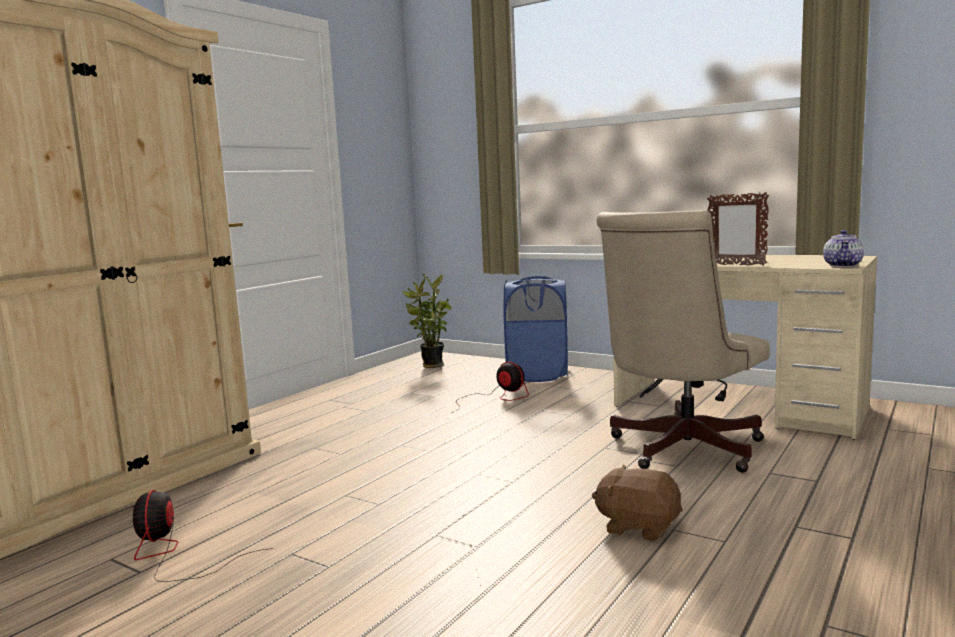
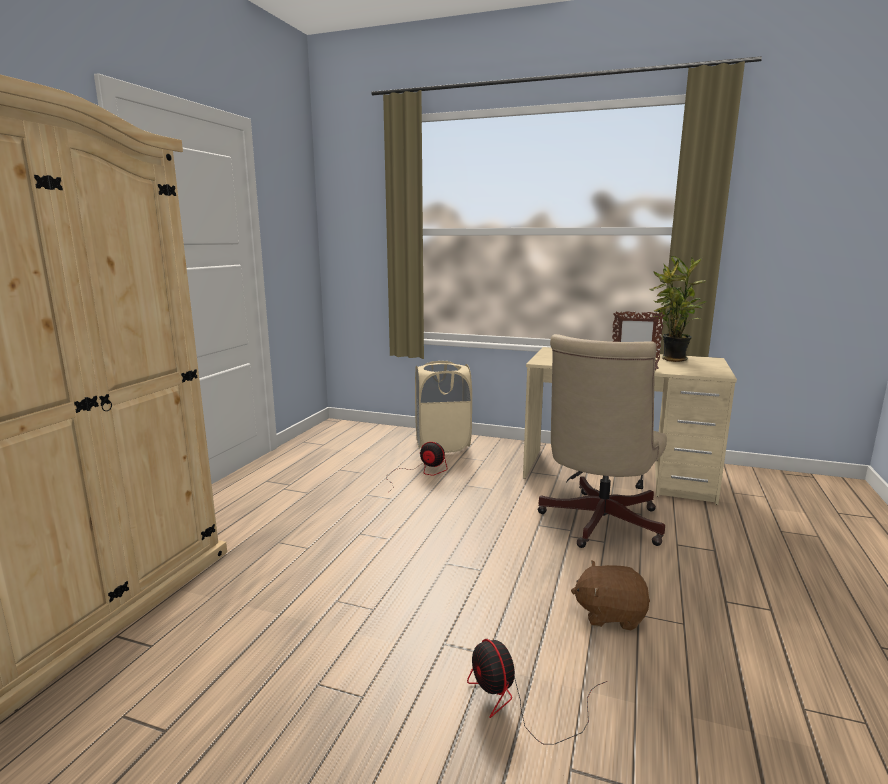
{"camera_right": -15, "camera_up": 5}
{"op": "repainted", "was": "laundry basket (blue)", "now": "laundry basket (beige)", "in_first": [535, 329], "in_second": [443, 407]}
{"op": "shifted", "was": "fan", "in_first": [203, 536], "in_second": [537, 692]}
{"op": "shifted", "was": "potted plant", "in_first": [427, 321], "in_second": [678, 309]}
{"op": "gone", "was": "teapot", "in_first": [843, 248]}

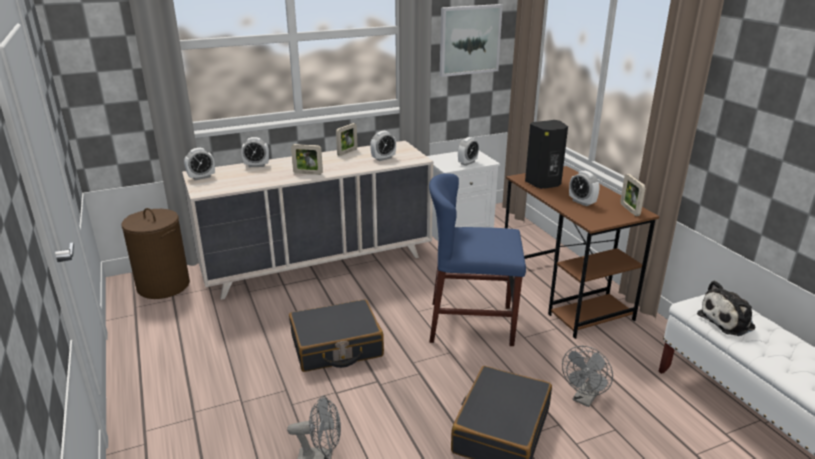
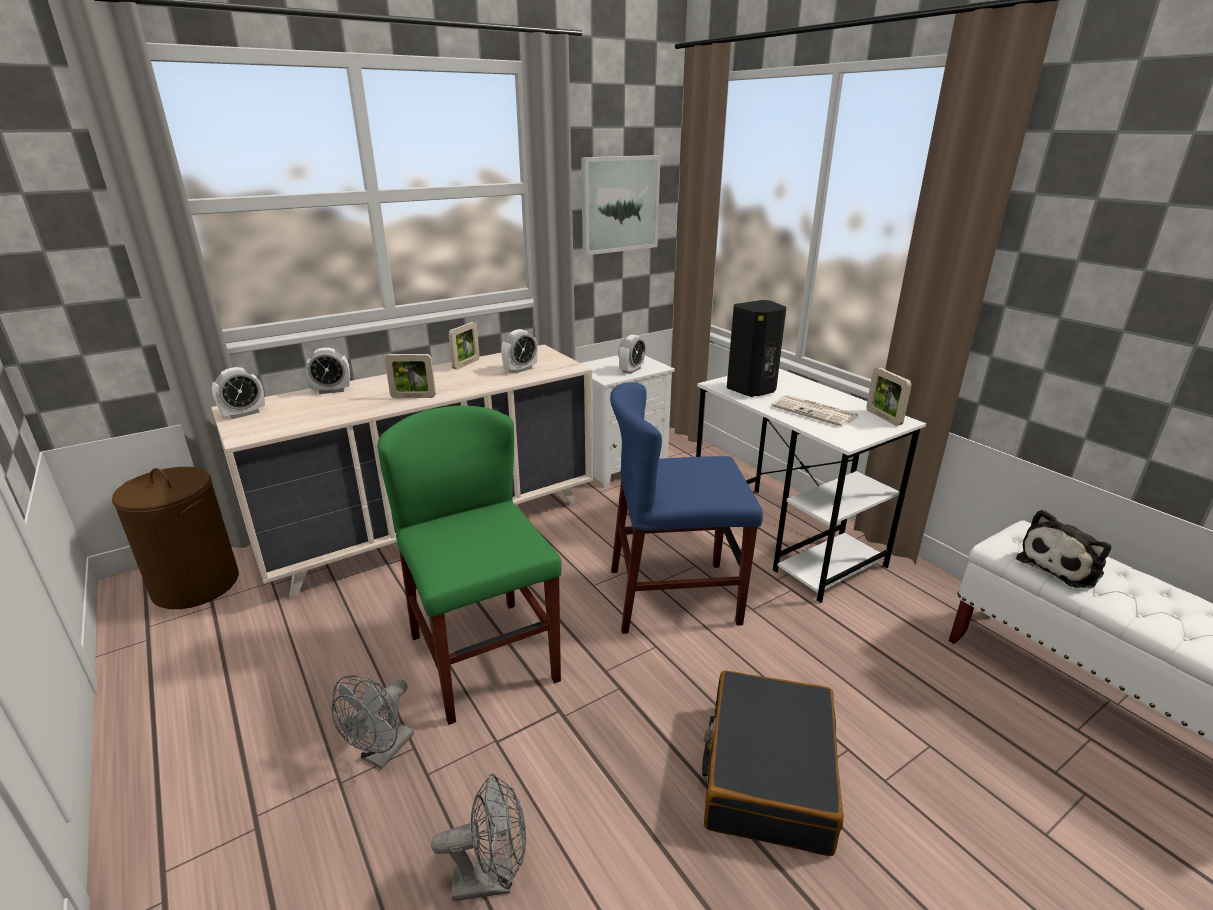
{"camera_right": -10, "camera_up": 0}
{"op": "shifted", "was": "fan (grey)", "in_first": [587, 376], "in_second": [373, 722]}
{"op": "swapped", "was": "suitcase (black)", "now": "chair (green)", "in_first": [336, 335], "in_second": [469, 565]}
{"op": "repainted", "was": "desk (brown)", "now": "desk (white)", "in_first": [582, 252], "in_second": [811, 485]}
{"op": "swapped", "was": "alarm clock", "now": "newspaper", "in_first": [584, 188], "in_second": [814, 411]}

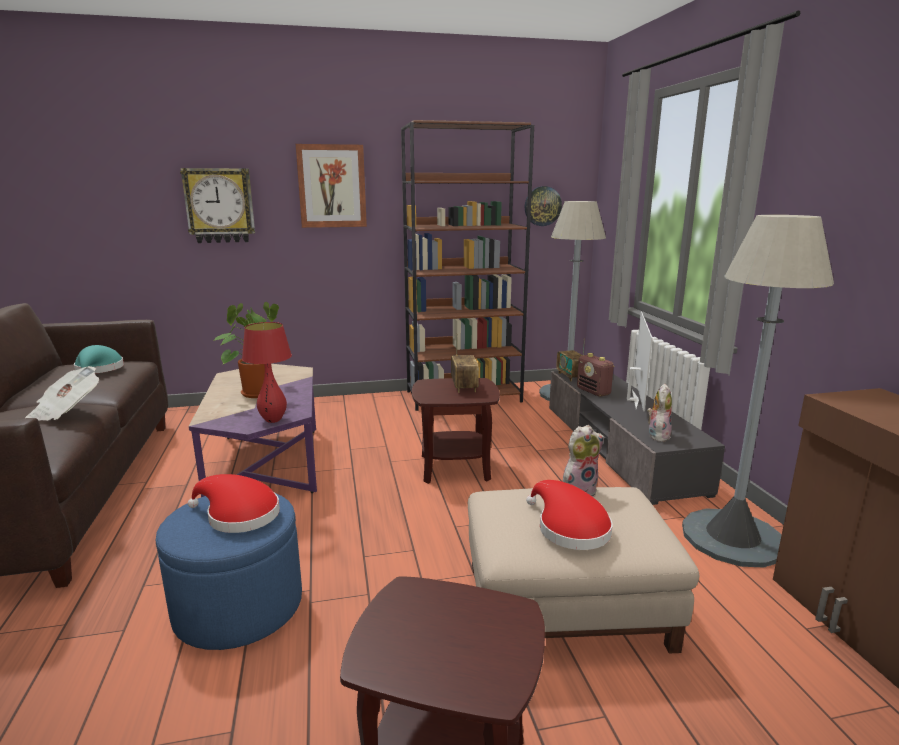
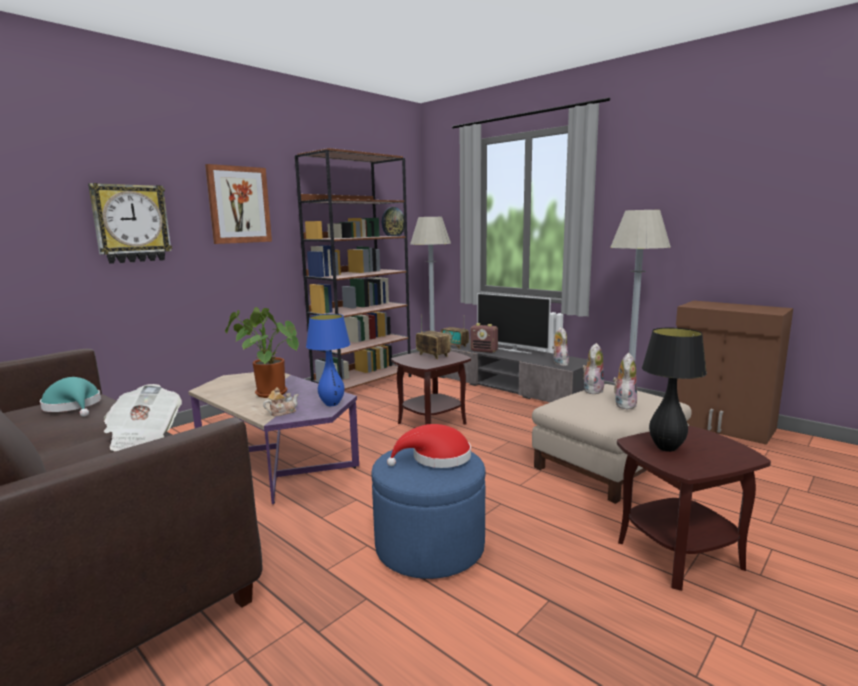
{"camera_right": -35, "camera_up": -5}
{"op": "new", "now": "teapot", "in_second": [281, 402]}
{"op": "repainted", "was": "table lamp (red)", "now": "table lamp (blue)", "in_first": [267, 372], "in_second": [328, 360]}
{"op": "rotated", "was": "television", "in_first": [640, 361], "in_second": [514, 323], "clockwise": 150}
{"op": "swapped", "was": "hat (red)", "now": "plush toy", "in_first": [569, 515], "in_second": [625, 381]}
{"op": "new", "now": "table lamp (black)", "in_second": [674, 390]}

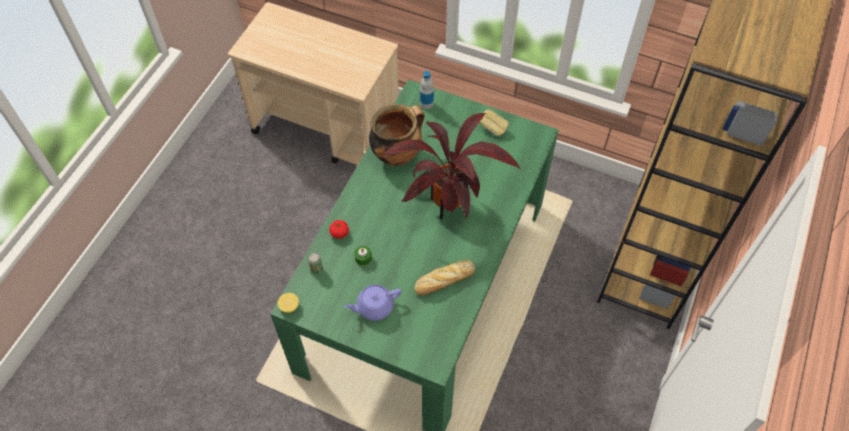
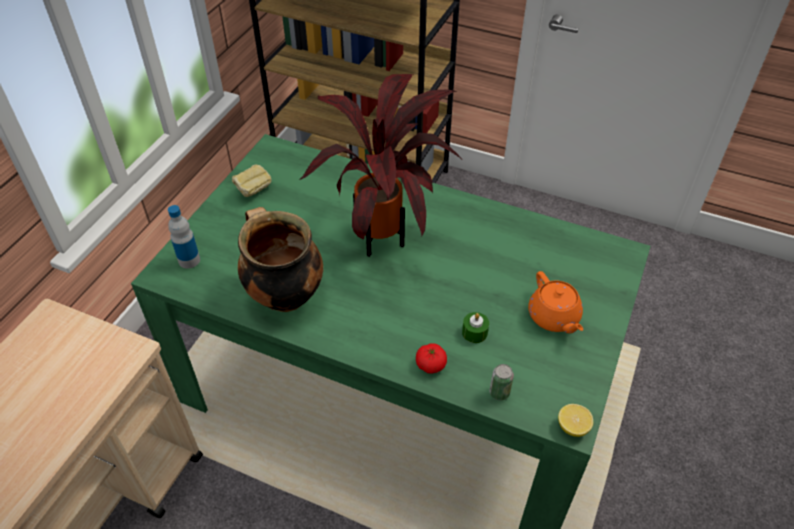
{"camera_right": -90, "camera_up": -10}
{"op": "repainted", "was": "teapot (purple)", "now": "teapot (orange)", "in_first": [372, 303], "in_second": [555, 302]}
{"op": "gone", "was": "bread", "in_first": [444, 278]}

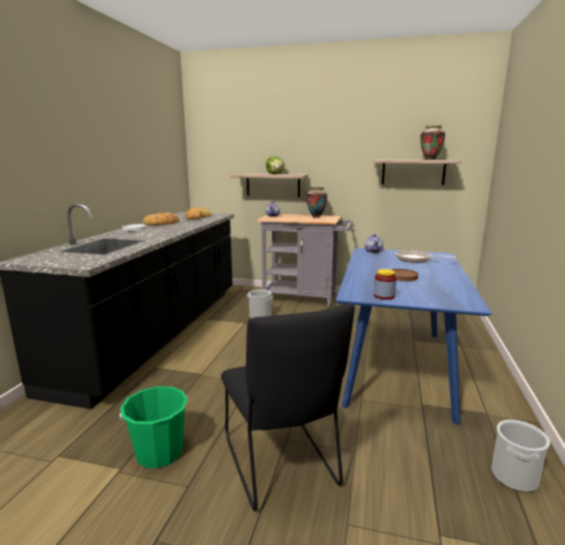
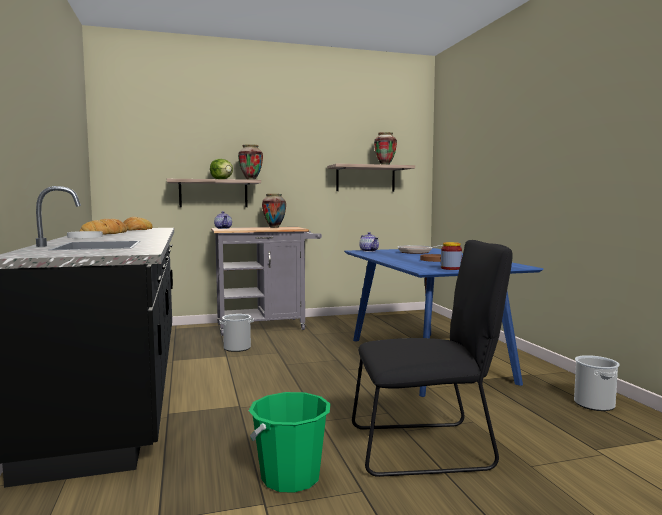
{"camera_right": -30, "camera_up": -10}
{"op": "new", "now": "vase", "in_second": [250, 162]}
{"op": "rotated", "was": "chair (black)", "in_first": [288, 407], "in_second": [432, 358], "clockwise": -45}

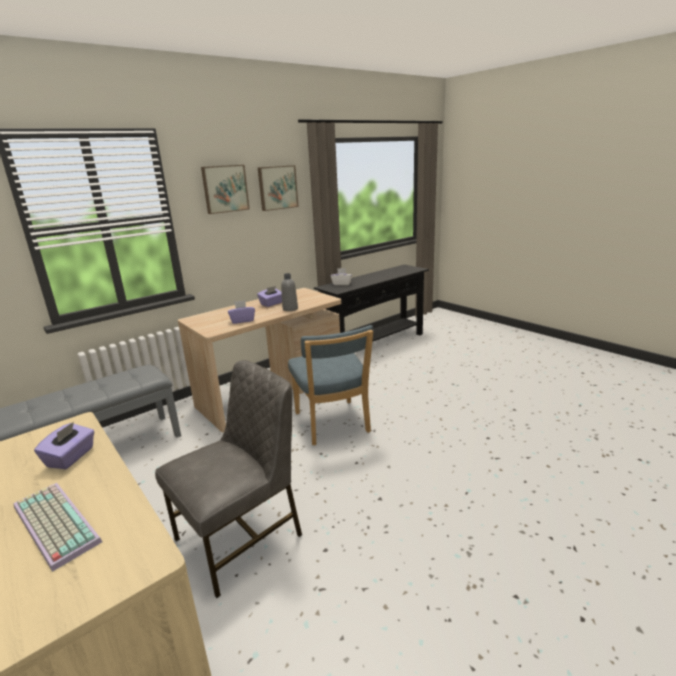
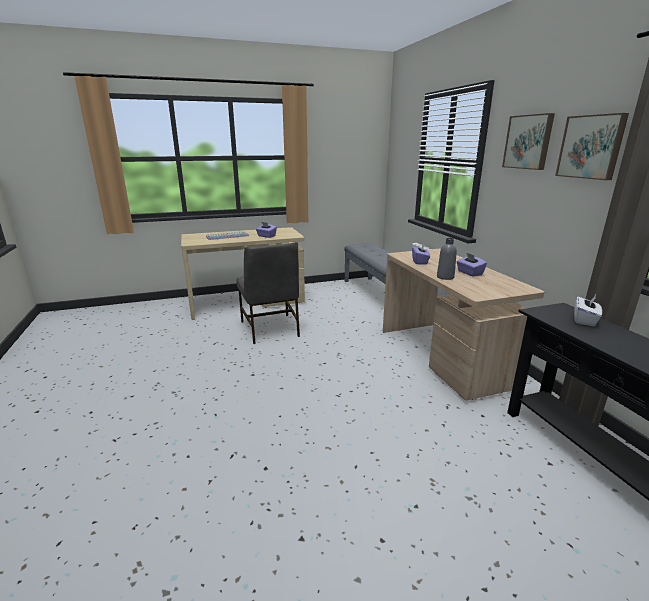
{"camera_right": 110, "camera_up": 0}
{"op": "gone", "was": "chair (blue)", "in_first": [330, 385]}

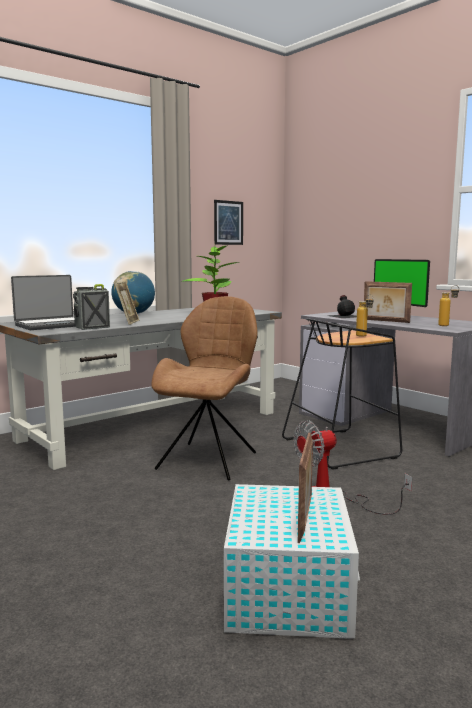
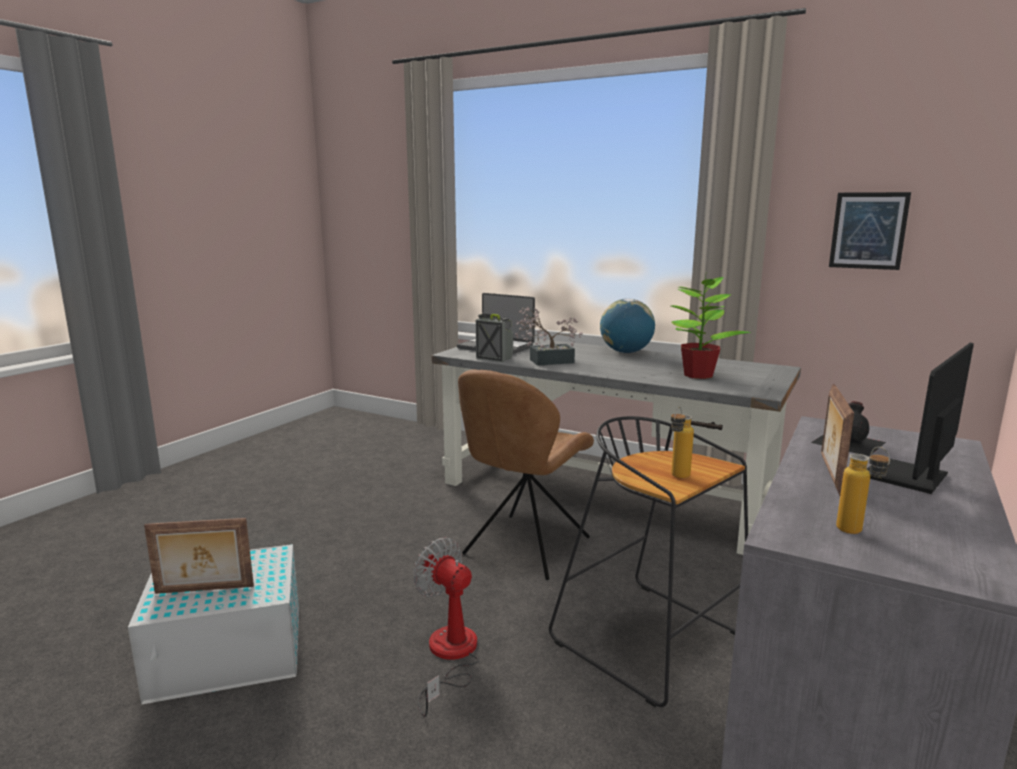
{"camera_right": 70, "camera_up": 5}
{"op": "rotated", "was": "chair (brown)", "in_first": [204, 388], "in_second": [526, 475], "clockwise": 120}
{"op": "swapped", "was": "picture frame", "now": "potted plant", "in_first": [126, 303], "in_second": [549, 336]}

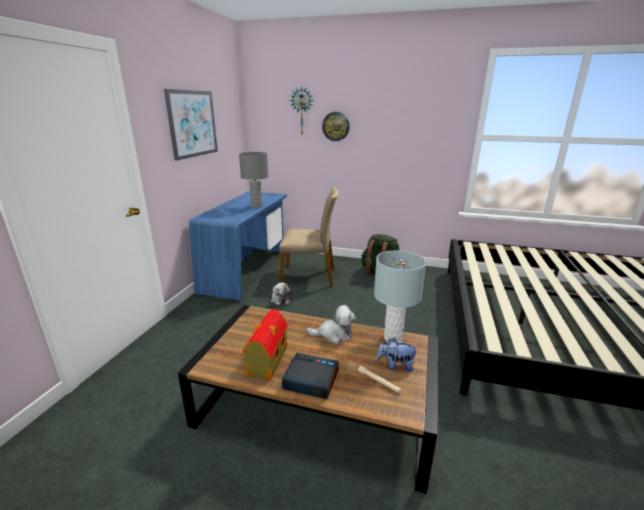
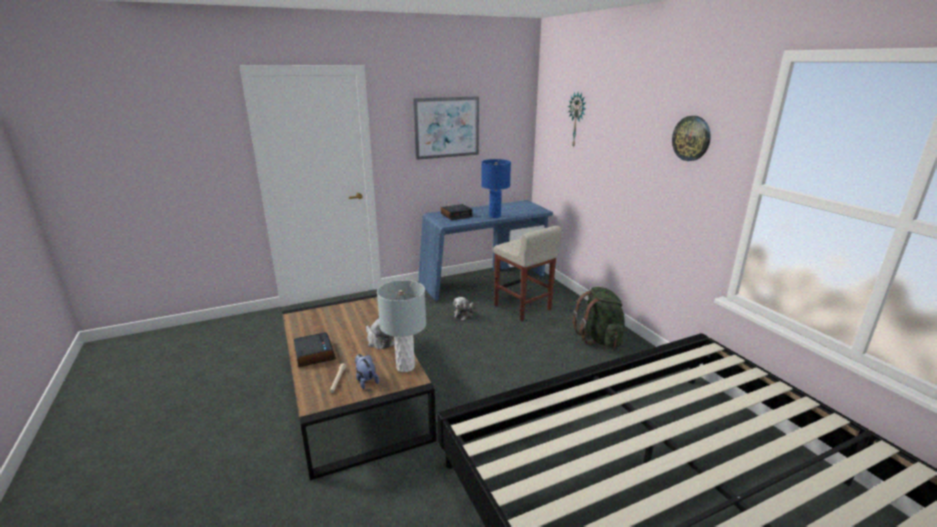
{"camera_right": 50, "camera_up": 0}
{"op": "new", "now": "alarm clock", "in_second": [457, 212]}
{"op": "repainted", "was": "table lamp (grey)", "now": "table lamp (blue)", "in_first": [253, 179], "in_second": [496, 188]}
{"op": "swapped", "was": "chair (beige)", "now": "stool (beige)", "in_first": [308, 237], "in_second": [527, 273]}
{"op": "shifted", "was": "wall clock", "in_first": [336, 126], "in_second": [691, 138]}
{"op": "gone", "was": "toy house", "in_first": [265, 344]}

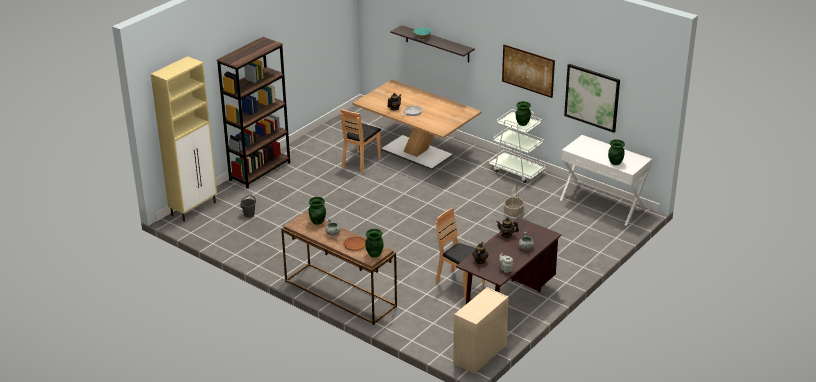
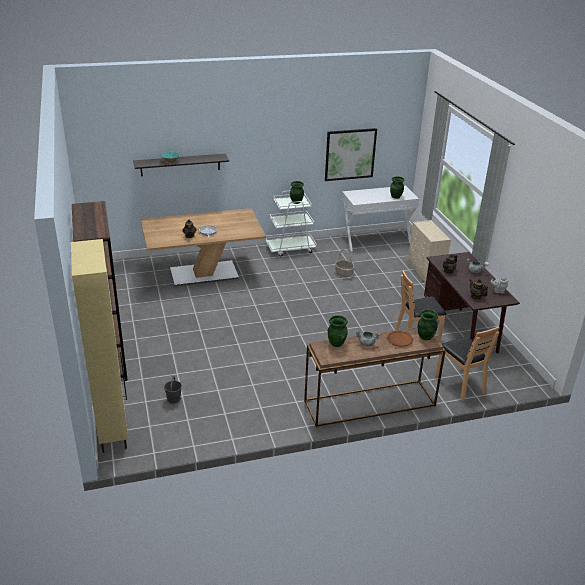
{"camera_right": -55, "camera_up": 0}
{"op": "shifted", "was": "dresser (beige)", "in_first": [481, 330], "in_second": [429, 252]}
{"op": "shifted", "was": "chair (brown)", "in_first": [360, 141], "in_second": [467, 363]}
{"op": "gone", "was": "picture", "in_first": [528, 71]}

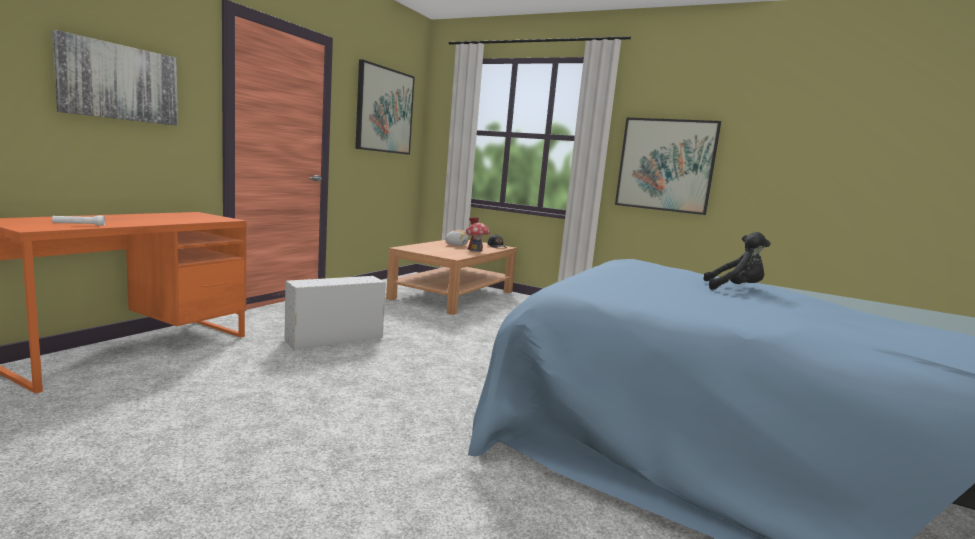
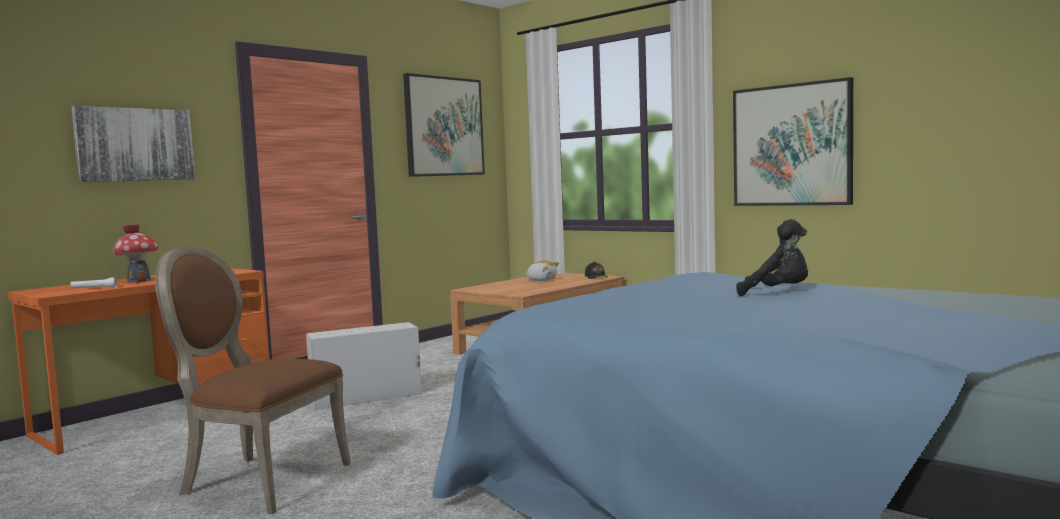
{"camera_right": 15, "camera_up": -5}
{"op": "shifted", "was": "toy house", "in_first": [478, 235], "in_second": [136, 254]}
{"op": "new", "now": "chair (brown)", "in_second": [253, 380]}

